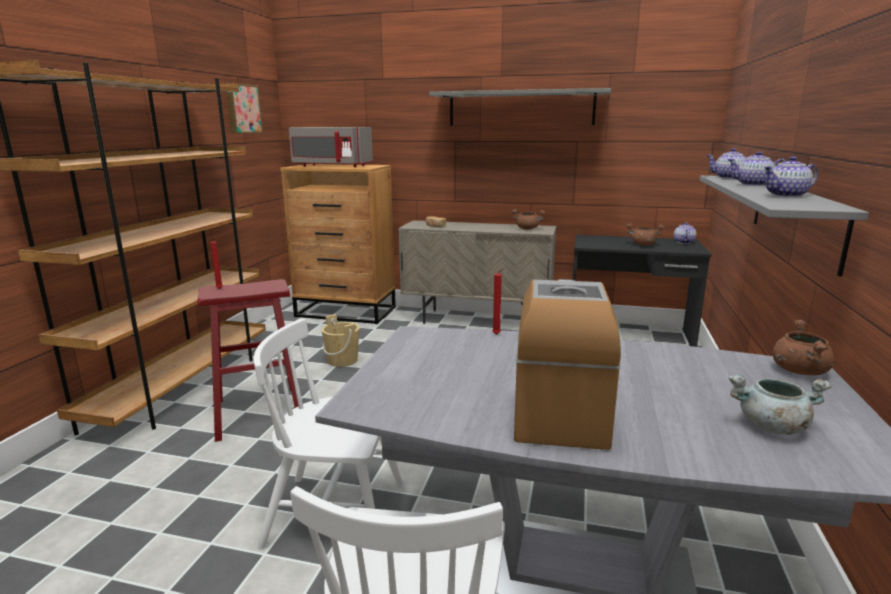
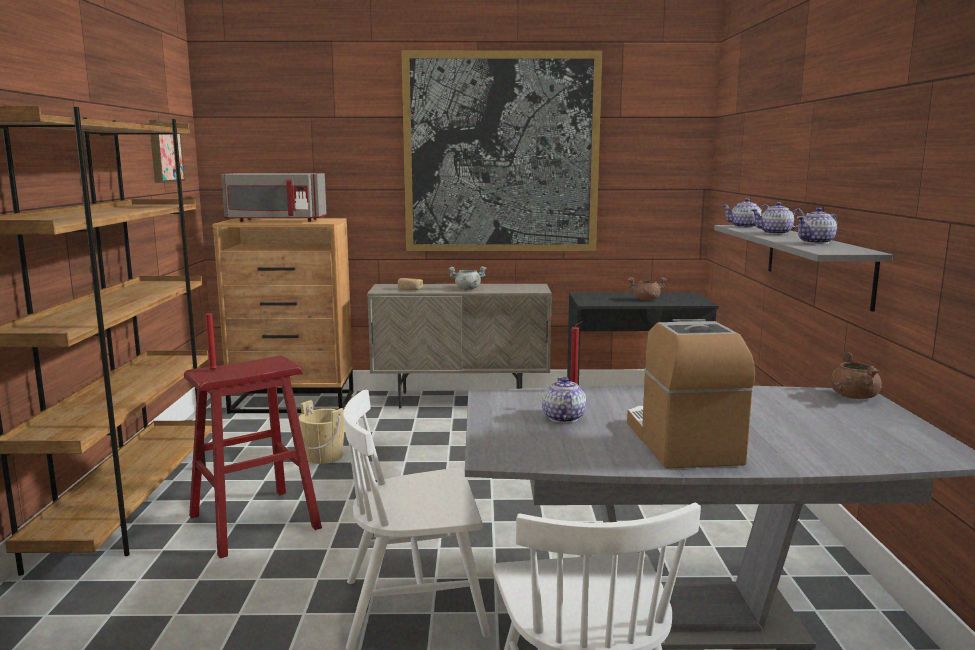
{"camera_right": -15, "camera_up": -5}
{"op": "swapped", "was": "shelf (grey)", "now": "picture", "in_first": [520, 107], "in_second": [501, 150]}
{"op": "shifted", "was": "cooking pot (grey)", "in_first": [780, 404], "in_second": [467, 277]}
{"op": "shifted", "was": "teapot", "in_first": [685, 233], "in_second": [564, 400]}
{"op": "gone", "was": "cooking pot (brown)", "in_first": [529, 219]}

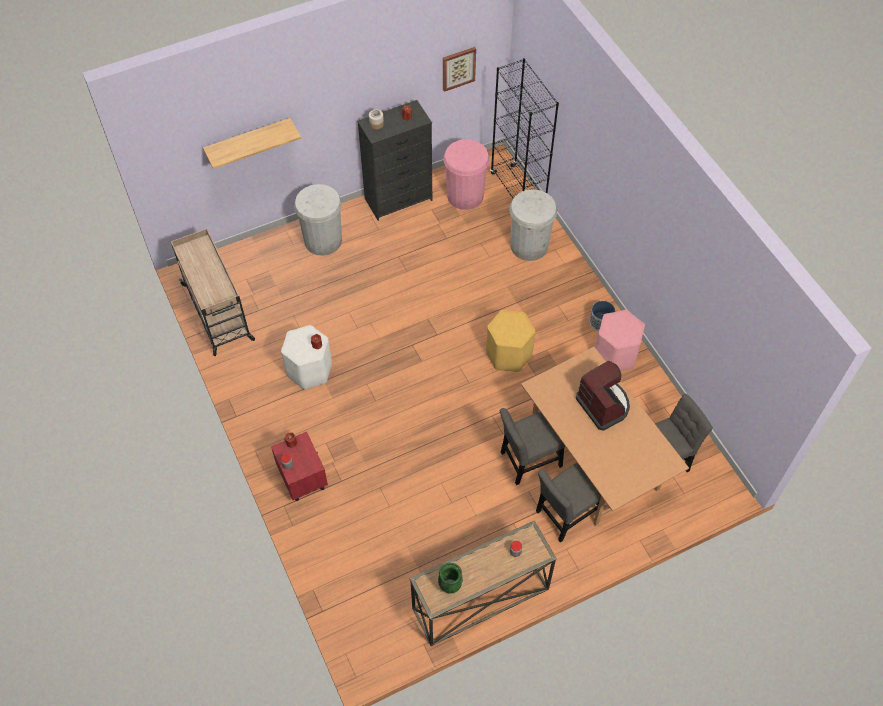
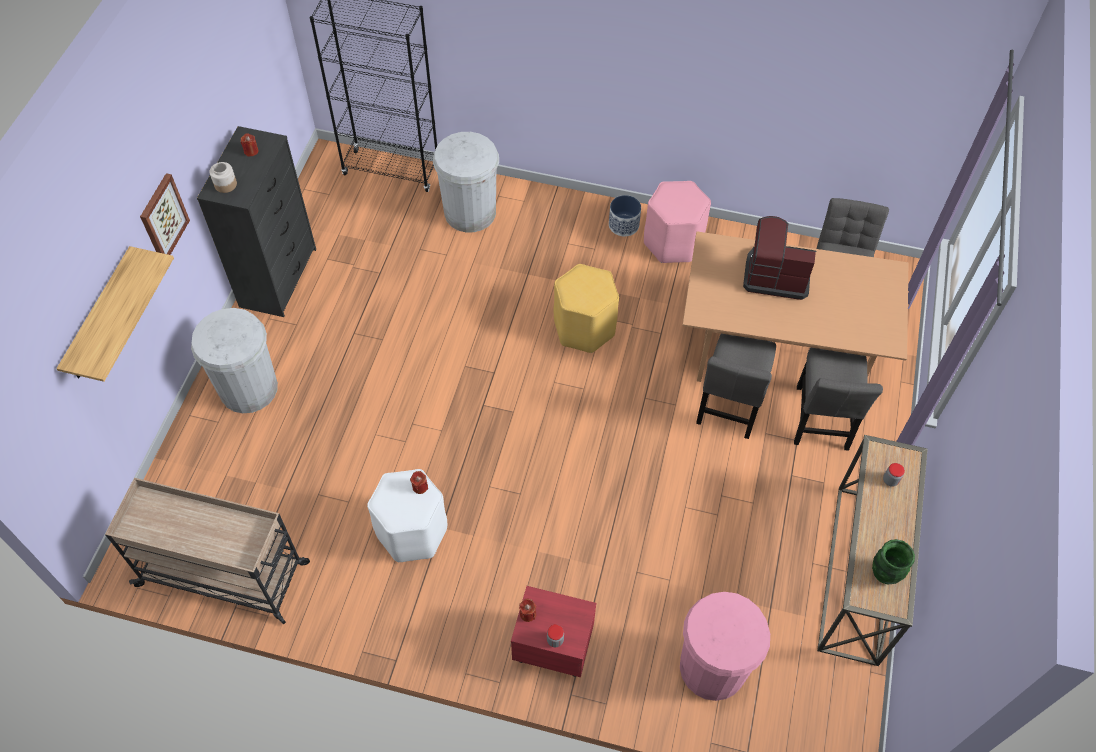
{"camera_right": -50, "camera_up": 0}
{"op": "shifted", "was": "picture", "in_first": [459, 69], "in_second": [165, 214]}
{"op": "shifted", "was": "trash can (pink)", "in_first": [466, 174], "in_second": [725, 646]}

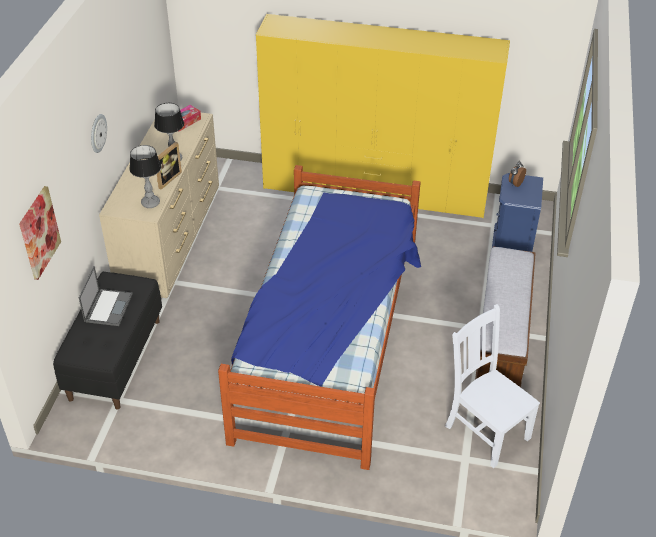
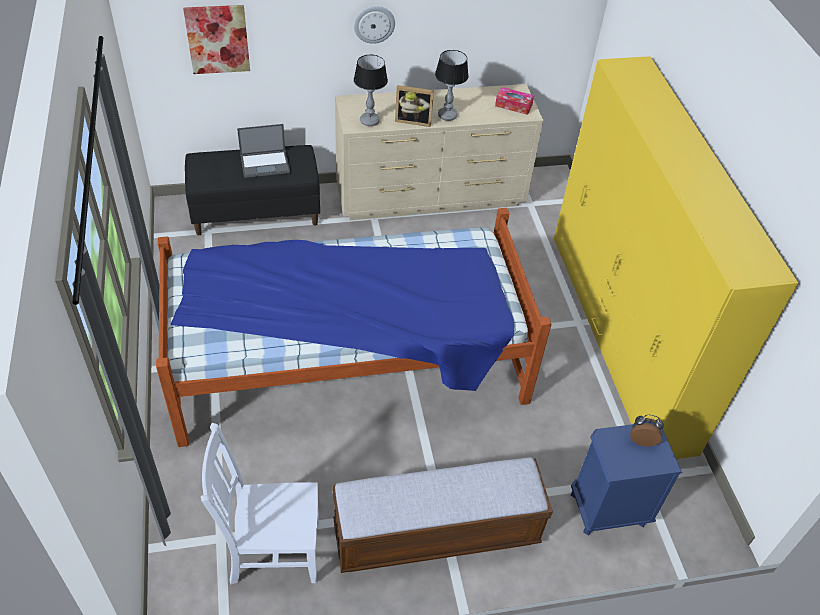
{"camera_right": 65, "camera_up": 5}
{"op": "rotated", "was": "chair (white)", "in_first": [492, 386], "in_second": [260, 503], "clockwise": -120}

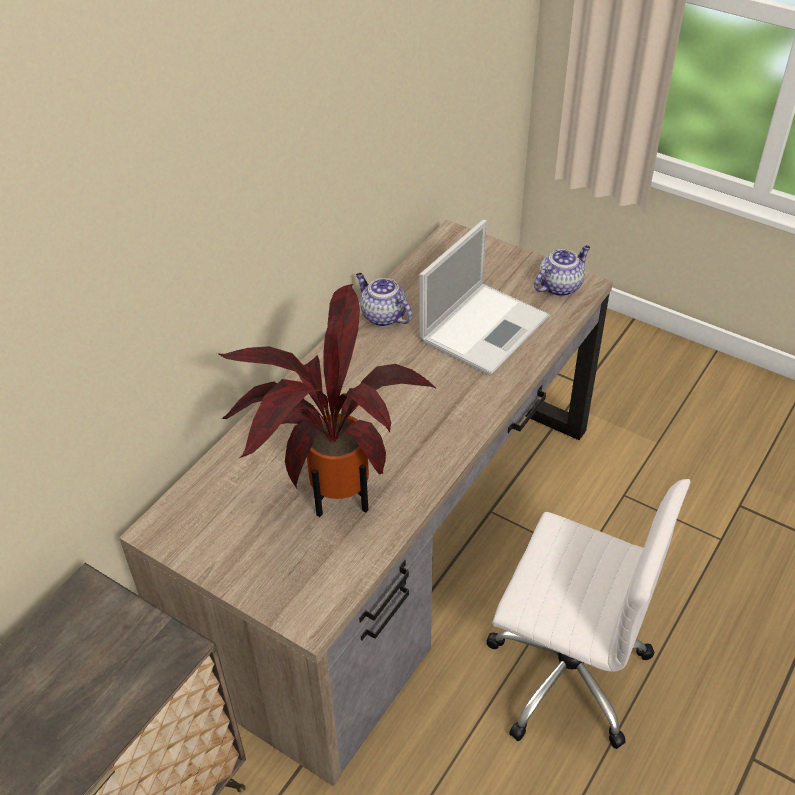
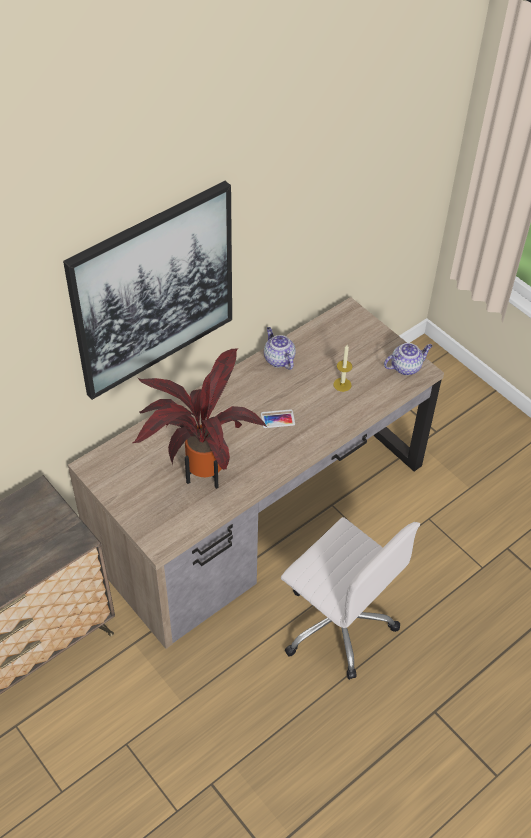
{"camera_right": 15, "camera_up": 5}
{"op": "new", "now": "picture", "in_second": [147, 290]}
{"op": "new", "now": "phone", "in_second": [278, 418]}
{"op": "swapped", "was": "laptop", "now": "candle", "in_first": [484, 298], "in_second": [342, 368]}

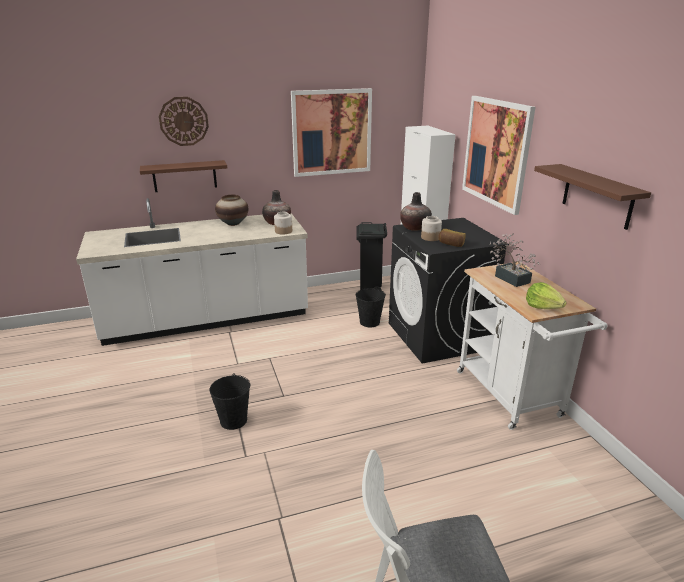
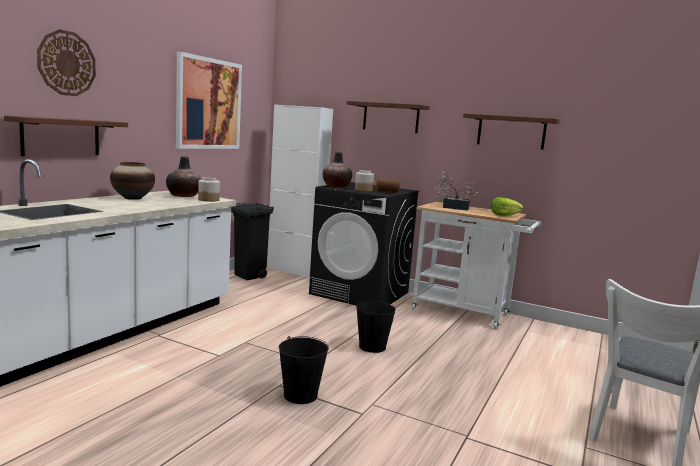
{"camera_right": -45, "camera_up": -15}
{"op": "swapped", "was": "picture", "now": "shelf (brown)", "in_first": [498, 155], "in_second": [388, 117]}
{"op": "shifted", "was": "bucket (black)", "in_first": [370, 307], "in_second": [376, 326]}

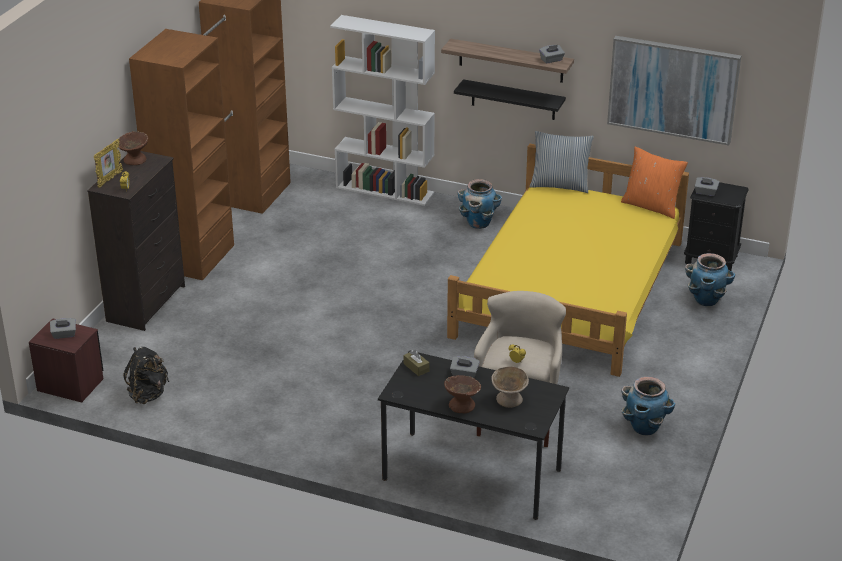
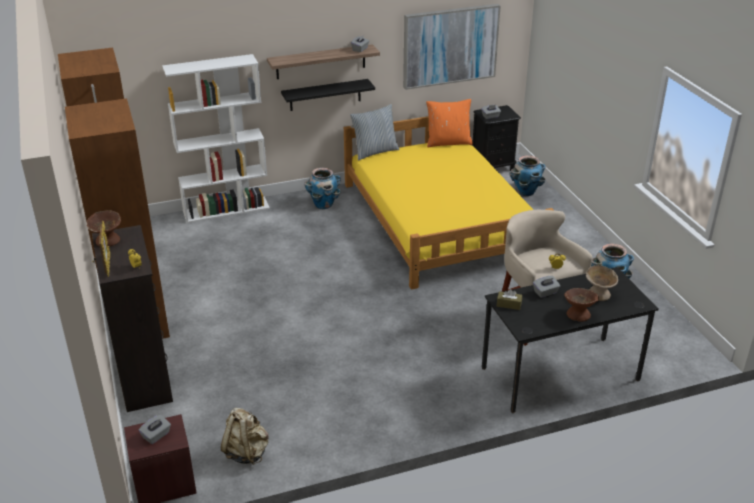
{"camera_right": -40, "camera_up": 0}
{"op": "repainted", "was": "backpack (black)", "now": "backpack (beige)", "in_first": [146, 375], "in_second": [244, 436]}

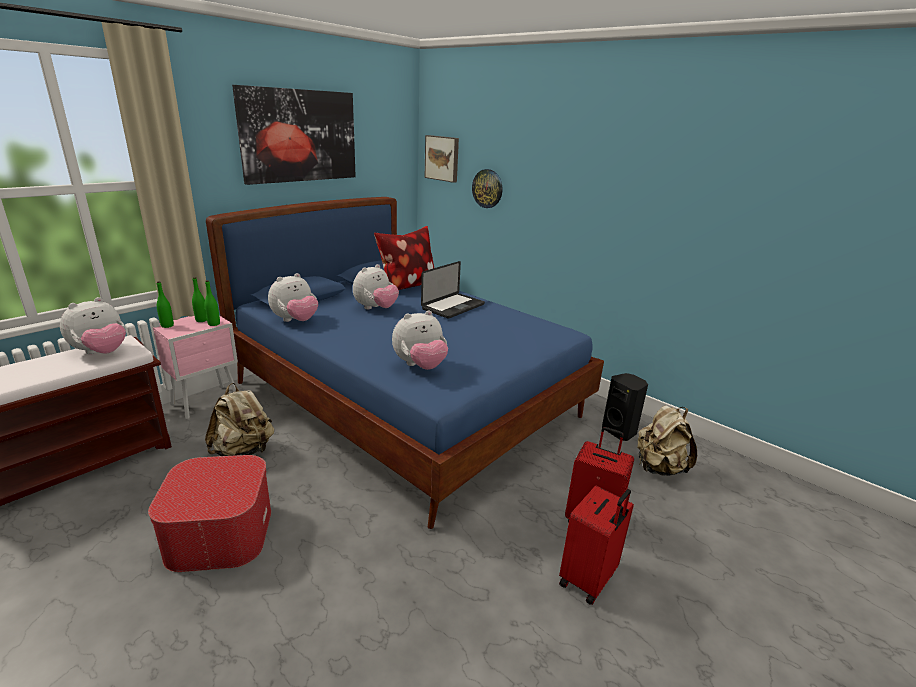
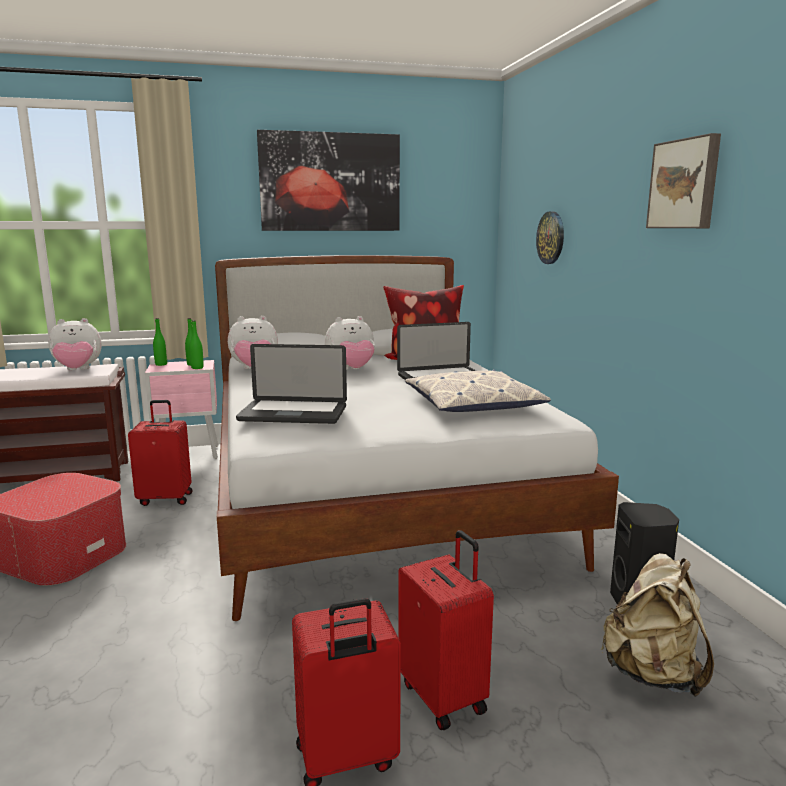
{"camera_right": 35, "camera_up": -10}
{"op": "swapped", "was": "backpack (beige)", "now": "suitcase (red)", "in_first": [239, 419], "in_second": [160, 453]}
{"op": "repainted", "was": "bed (blue)", "now": "bed (white)", "in_first": [405, 363], "in_second": [417, 438]}
{"op": "swapped", "was": "plush toy", "now": "laptop", "in_first": [420, 340], "in_second": [291, 384]}
{"op": "new", "now": "pillow", "in_second": [478, 391]}
{"op": "shifted", "was": "picture", "in_first": [441, 159], "in_second": [683, 180]}

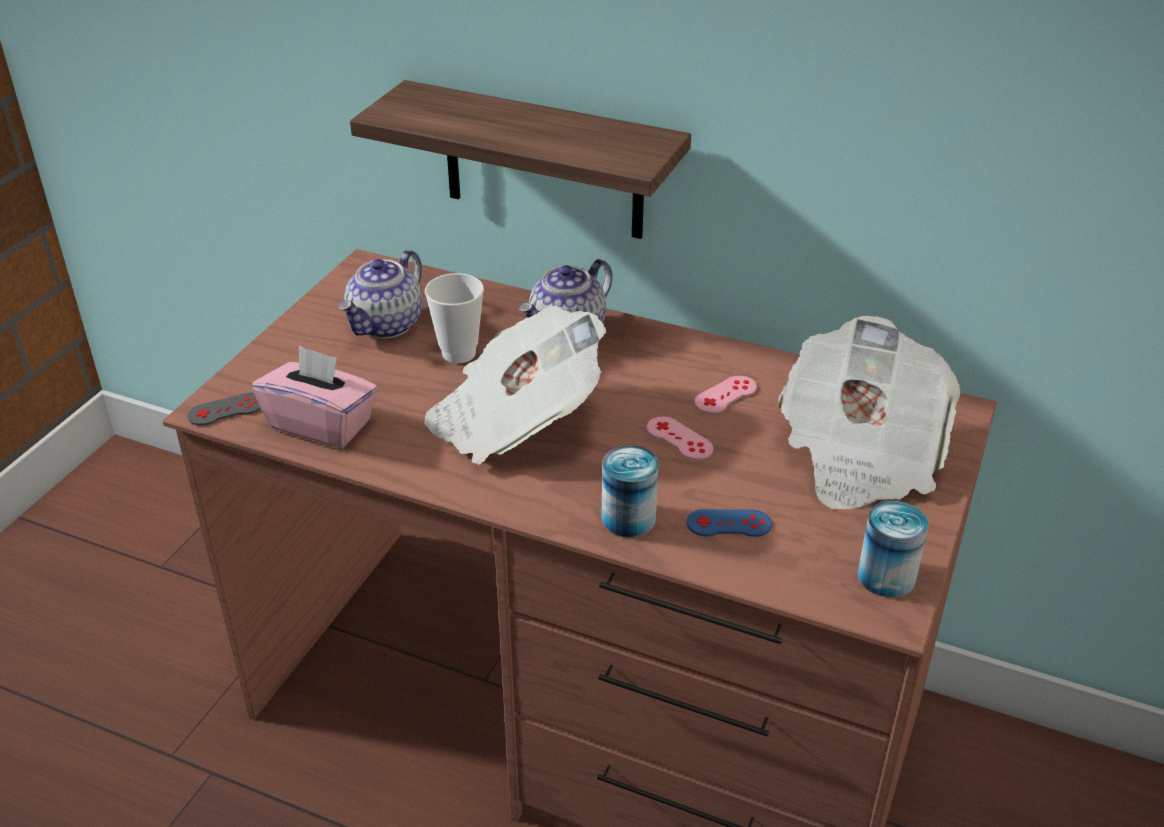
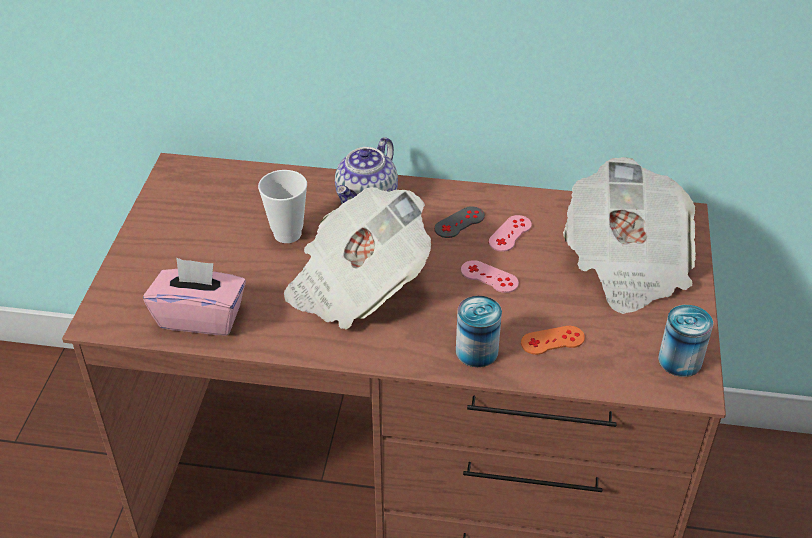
{"camera_right": -15, "camera_up": 5}
{"op": "shifted", "was": "game controller (grey)", "in_first": [224, 409], "in_second": [459, 222]}
{"op": "repainted", "was": "game controller (blue)", "now": "game controller (orange)", "in_first": [729, 523], "in_second": [553, 340]}
{"op": "gone", "was": "teapot", "in_first": [380, 294]}
{"op": "gone", "was": "shelf", "in_first": [520, 159]}

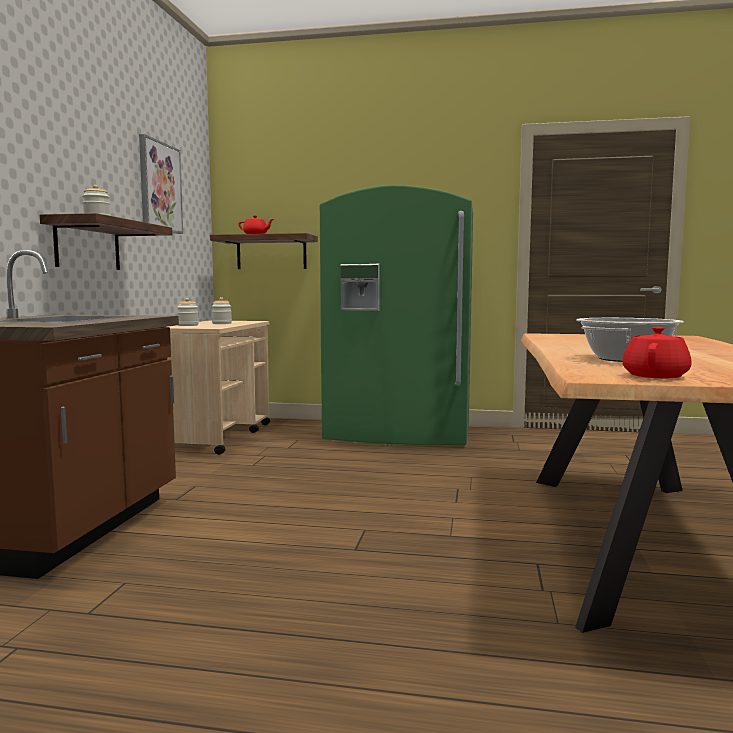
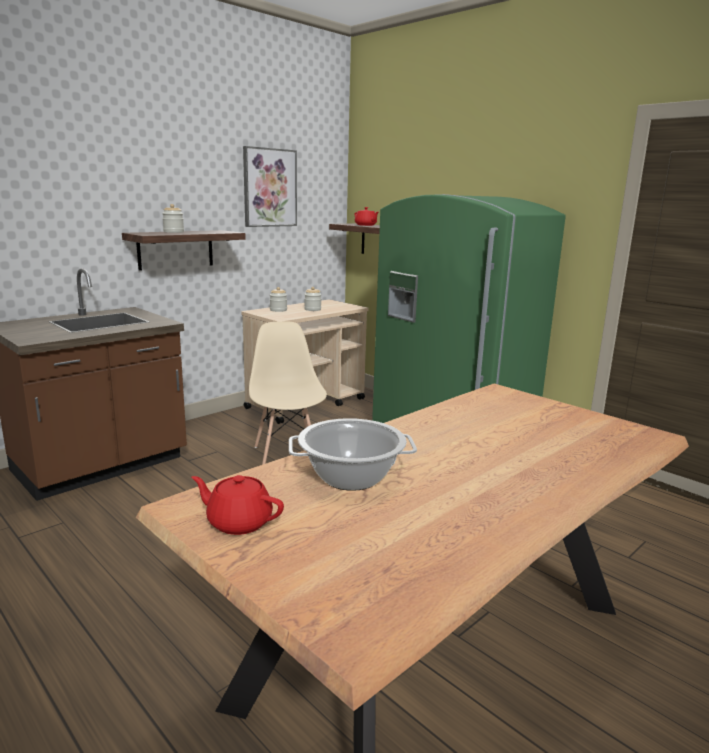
{"camera_right": 35, "camera_up": 10}
{"op": "rotated", "was": "teapot (red)", "in_first": [657, 352], "in_second": [237, 505], "clockwise": -135}
{"op": "new", "now": "chair (beige)", "in_second": [288, 393]}

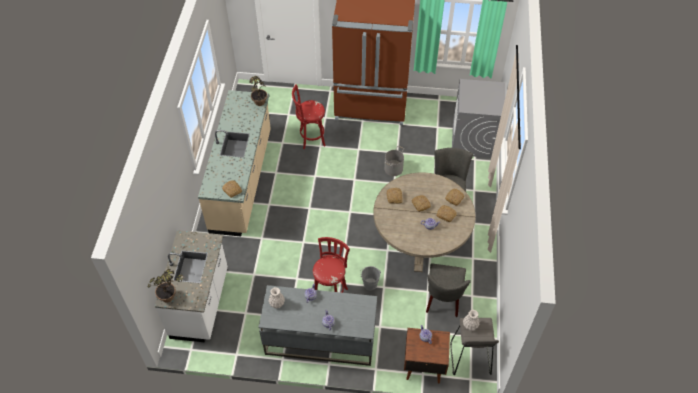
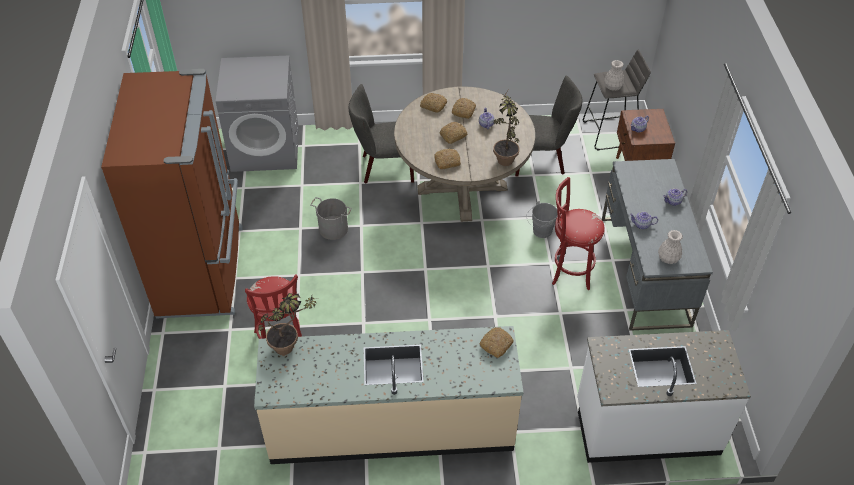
{"camera_right": -100, "camera_up": -5}
{"op": "shifted", "was": "potted plant", "in_first": [165, 285], "in_second": [506, 128]}

